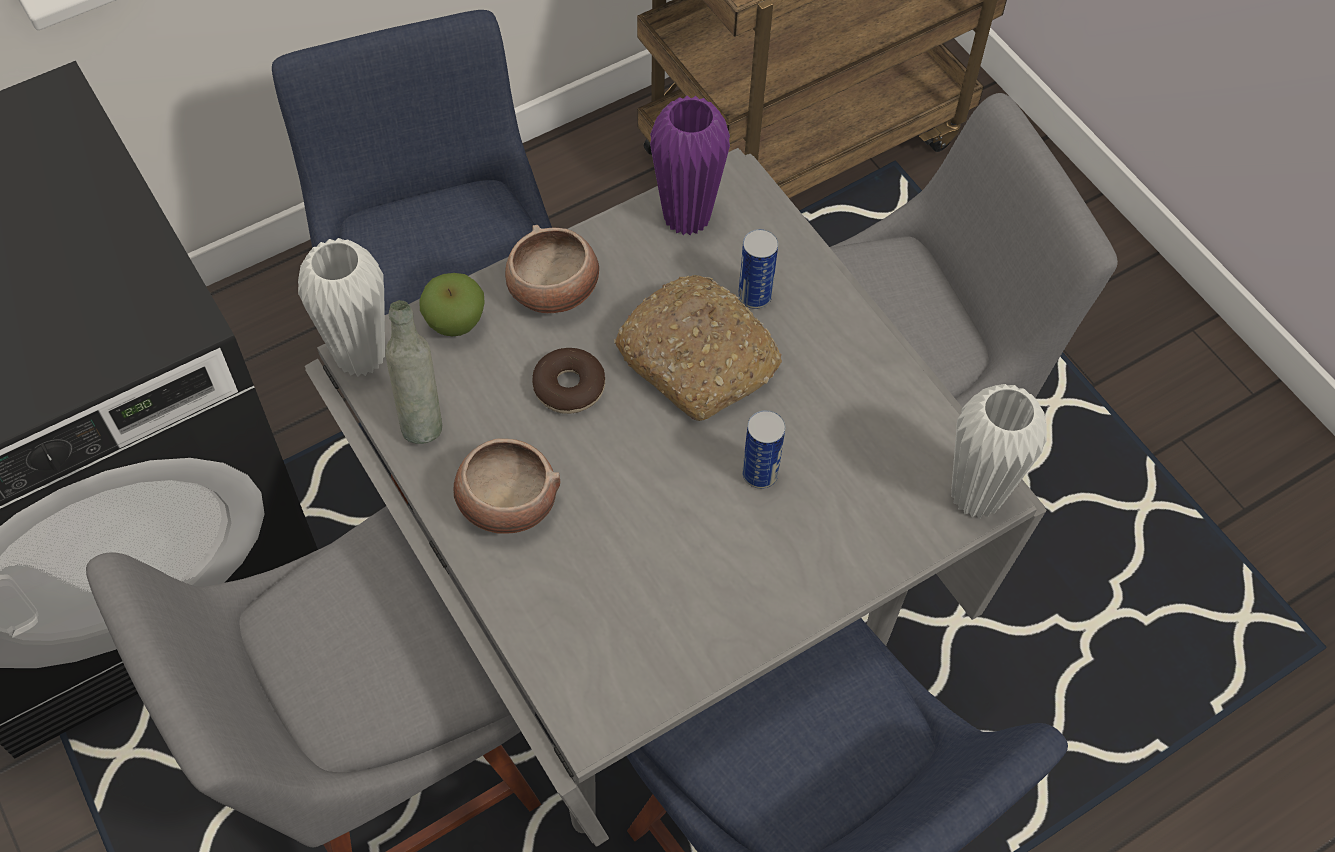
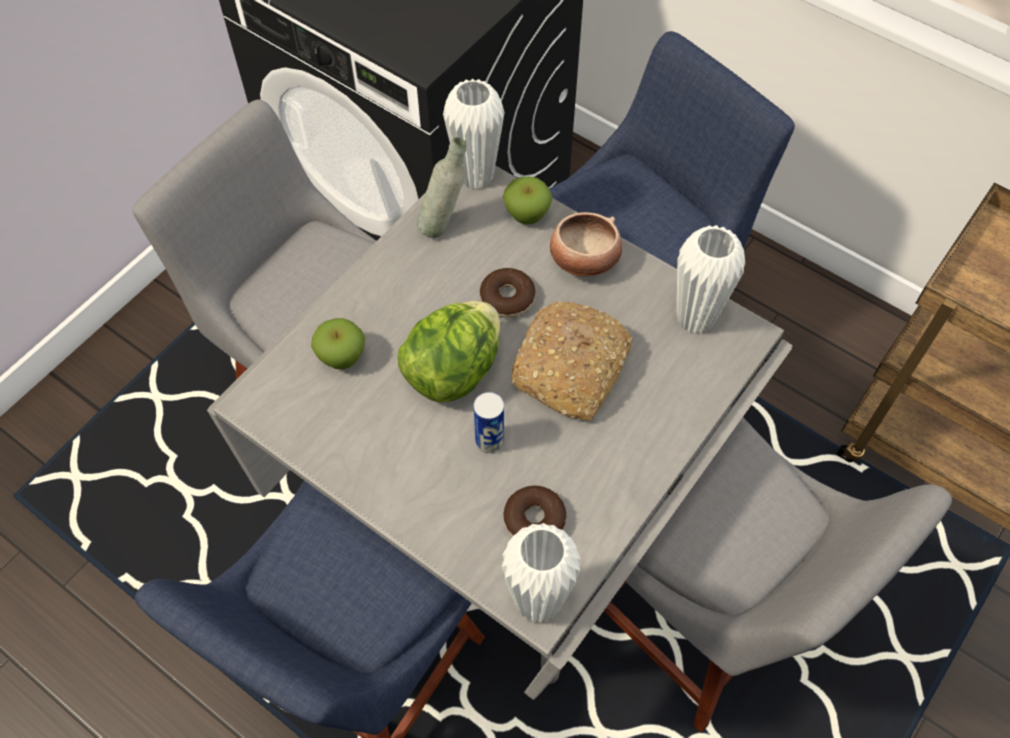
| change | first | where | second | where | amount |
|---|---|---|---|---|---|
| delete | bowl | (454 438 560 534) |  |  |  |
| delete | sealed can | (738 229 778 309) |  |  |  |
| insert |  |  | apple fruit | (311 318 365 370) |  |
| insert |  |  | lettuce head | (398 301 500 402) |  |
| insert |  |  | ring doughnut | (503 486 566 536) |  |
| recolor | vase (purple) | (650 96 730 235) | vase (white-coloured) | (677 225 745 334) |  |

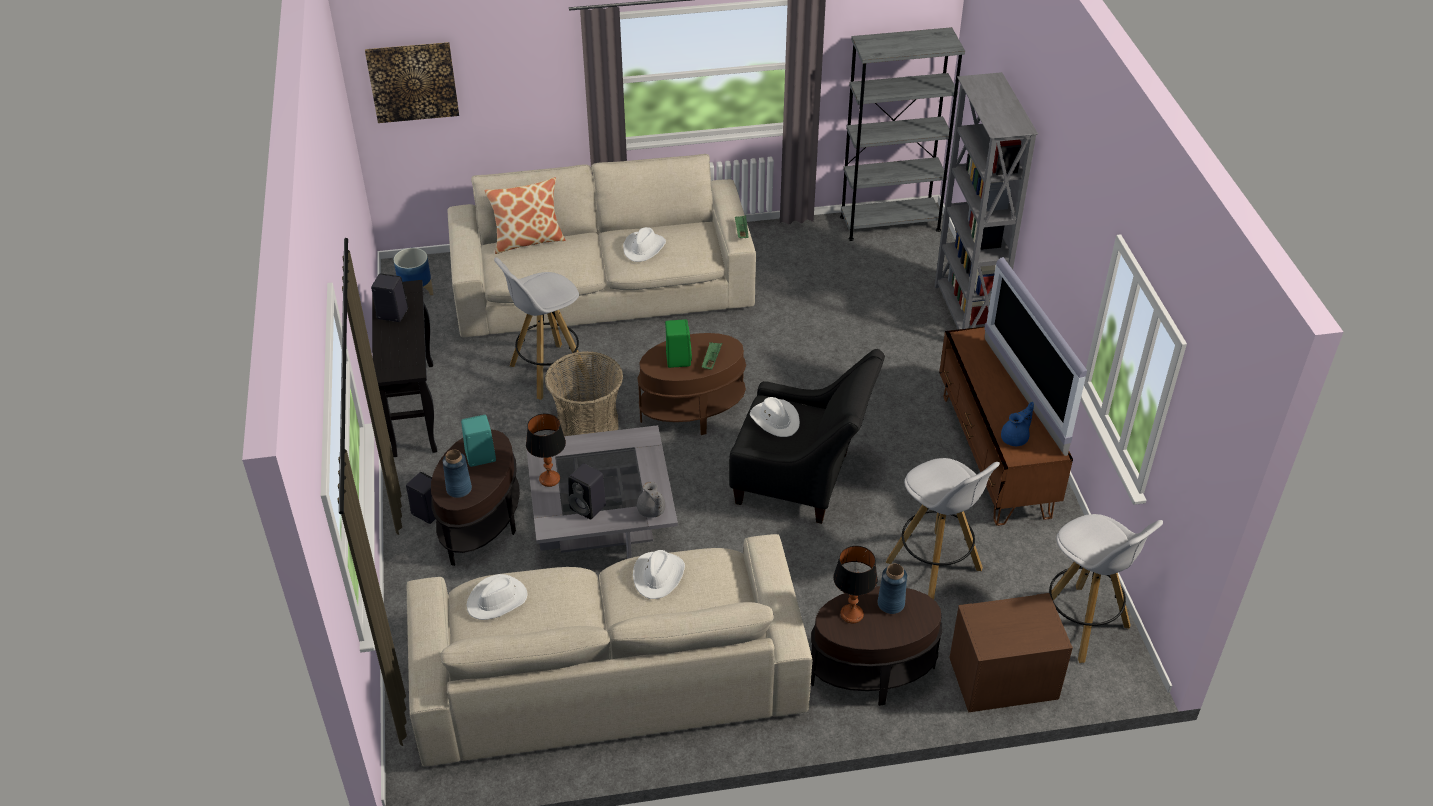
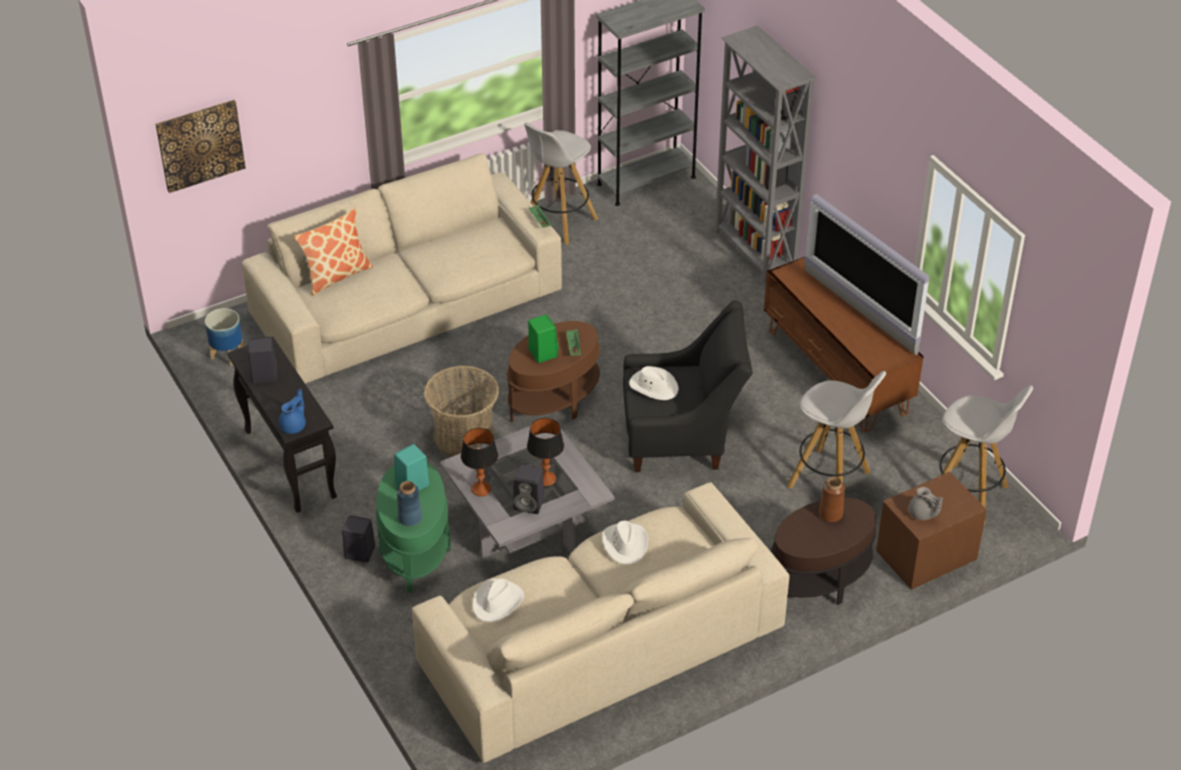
| change | first | where | second | where | amount |
|---|---|---|---|---|---|
| delete | hat (white-coloured) | (623 227 666 262) |  |  |  |
| move | stool (white-coloured) | (494 257 590 400) |  | (524 123 598 245) |  |
| move | teapot (gray) | (637 482 666 518) |  | (908 487 943 520) |  |
| move | lamp for a table | (833 546 878 623) |  | (527 418 564 486) |  |
| move | teapot (blue-coloured) | (1001 402 1034 446) |  | (279 389 306 434) |  |
| recolor | accent table (brown-coloured) | (431 430 520 566) | accent table (green-coloured) | (376 462 451 593) |  |
| recolor | vase (blue-coloured) | (878 564 907 614) | vase (brown-coloured) | (819 477 845 522) |  |

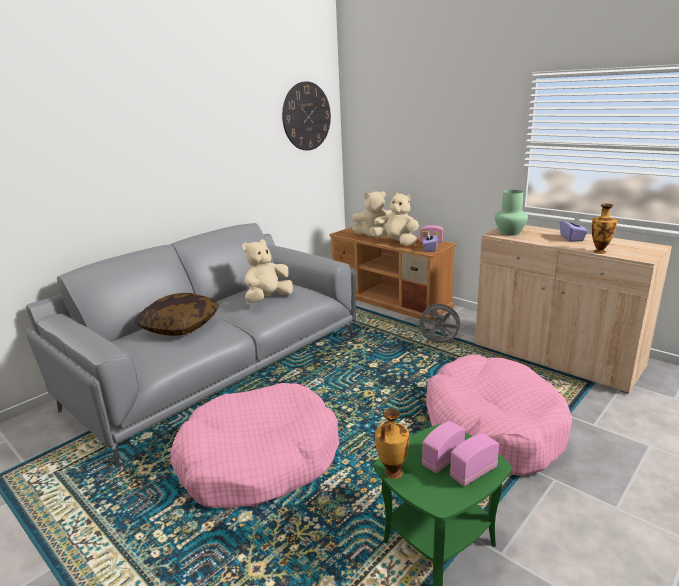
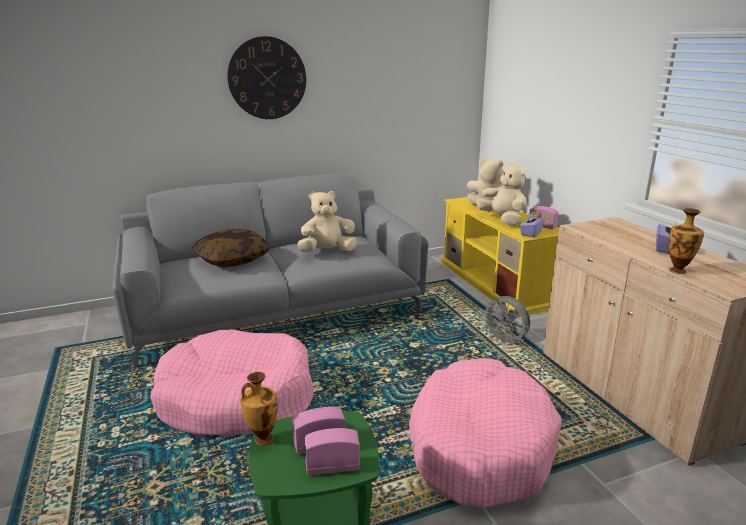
| change | first | where | second | where | amount |
|---|---|---|---|---|---|
| delete | vase (green-coloured) | (495 190 528 236) |  |  |  |
| move | hanging clock | (282 81 331 151) |  | (227 36 306 119) |  |
| recolor | media console (brown-coloured) | (329 227 457 320) | media console (yellow) | (441 197 559 317) |  |

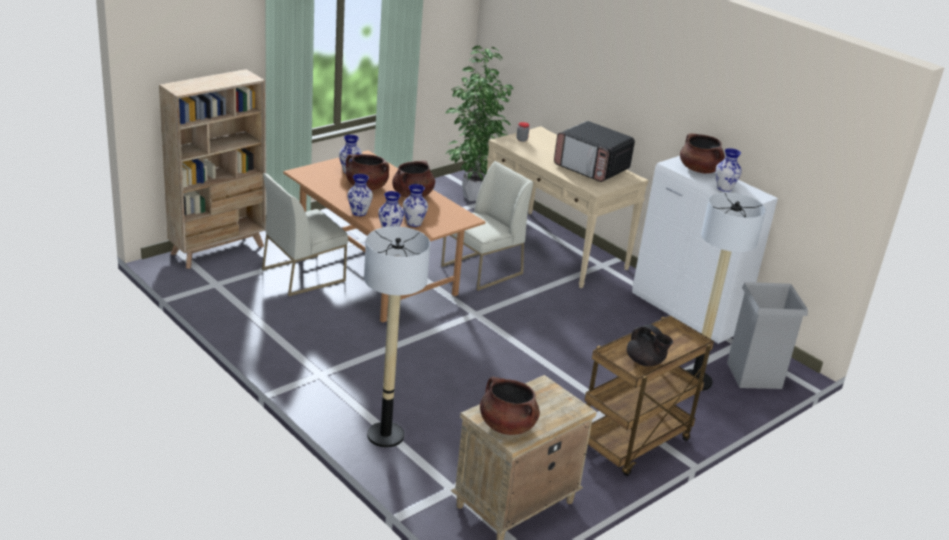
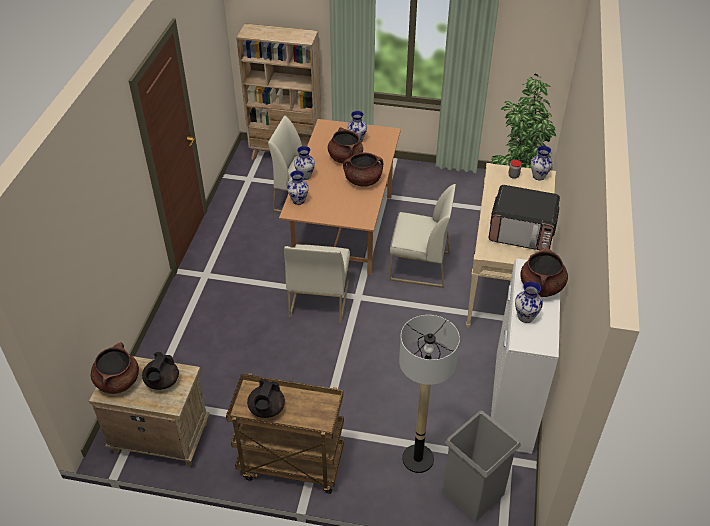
| change | first | where | second | where | amount |
|---|---|---|---|---|---|
| delete | standard lamp | (364 226 430 448) |  |  |  |
| insert |  |  | teapot (blackish) | (142 352 179 390) |  |
| insert |  |  | upright chair (white-coloured) | (284 244 350 324) |  |
| move | vase | (403 184 428 227) |  | (531 146 553 180) |  |
| rotate | kitchen microwave | (554 121 635 182) |  | (489 185 560 250) | 75 degrees counterclockwise |

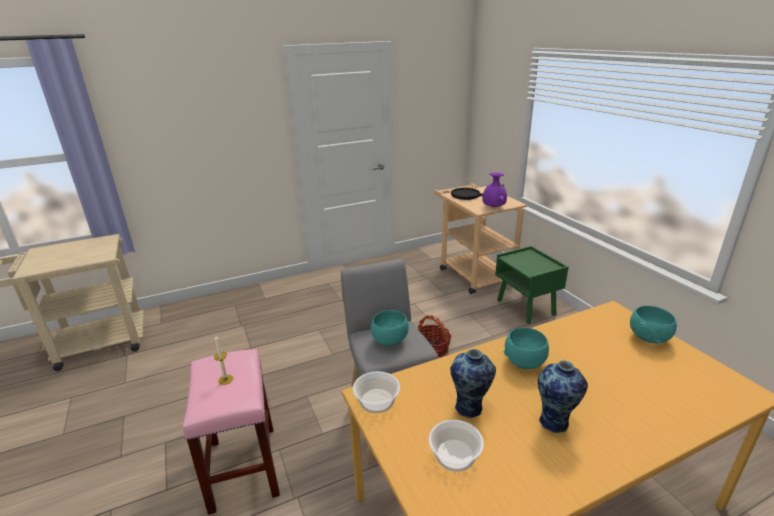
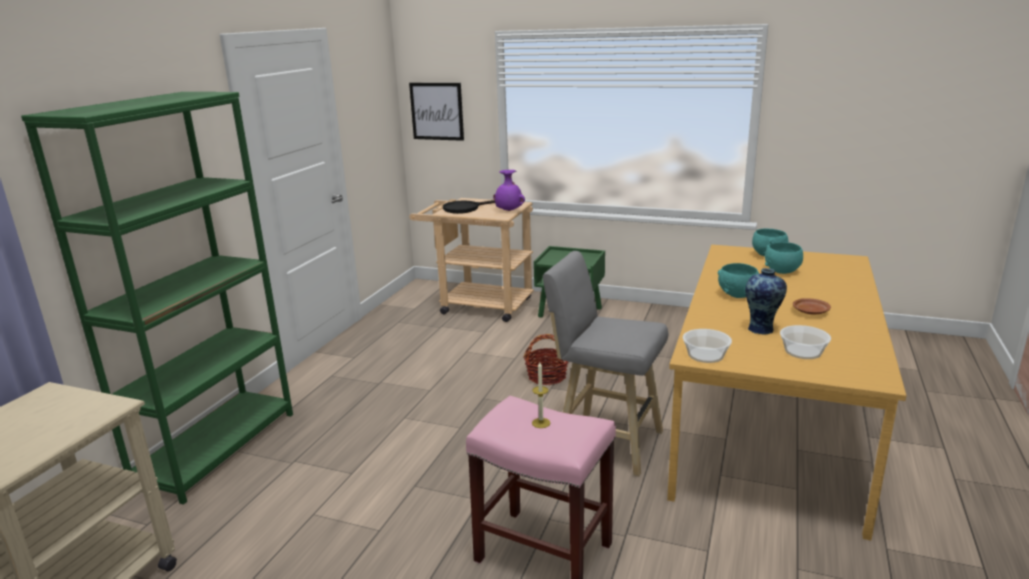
| change | first | where | second | where | amount |
|---|---|---|---|---|---|
| insert |  |  | shelving unit (green-coloured) | (21 92 293 505) |  |
| insert |  |  | wall art | (409 83 464 141) |  |
| move | bowl (turquoise-coloured) | (371 310 409 346) |  | (765 242 803 274) |  |
| replace | vase | (538 361 588 433) | plate (brown-coloured) | (793 298 831 315) |  |

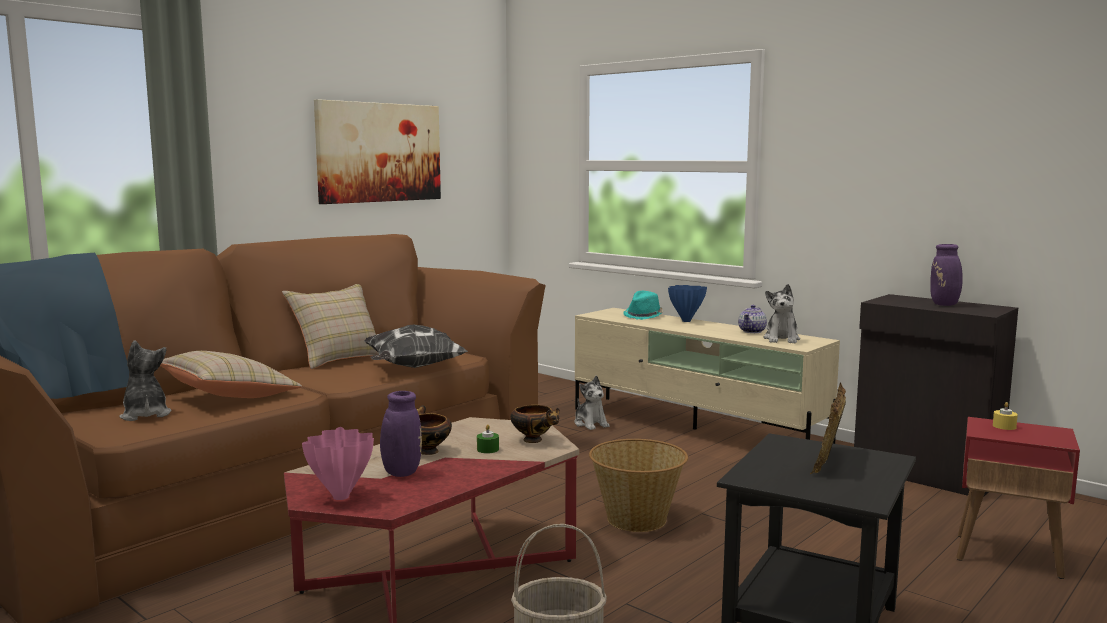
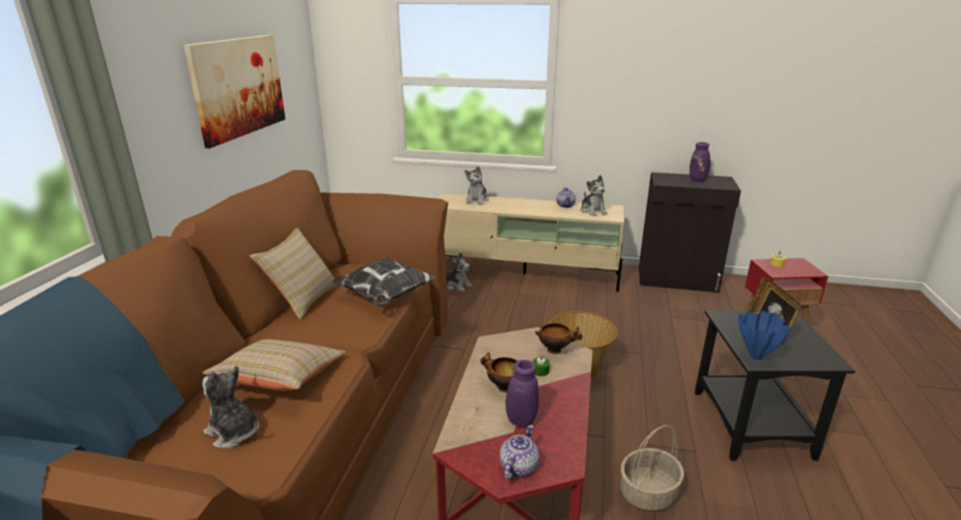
| change | first | where | second | where | amount |
|---|---|---|---|---|---|
| move | vase (blue-coloured) | (668 285 707 322) |  | (738 311 792 360) |  |
| replace | vase (pink-coloured) | (302 427 374 500) | teapot | (500 425 539 480) |  |
| replace | hat (turquoise-coloured) | (623 291 663 320) | cuddly toy | (465 166 489 205) |  |

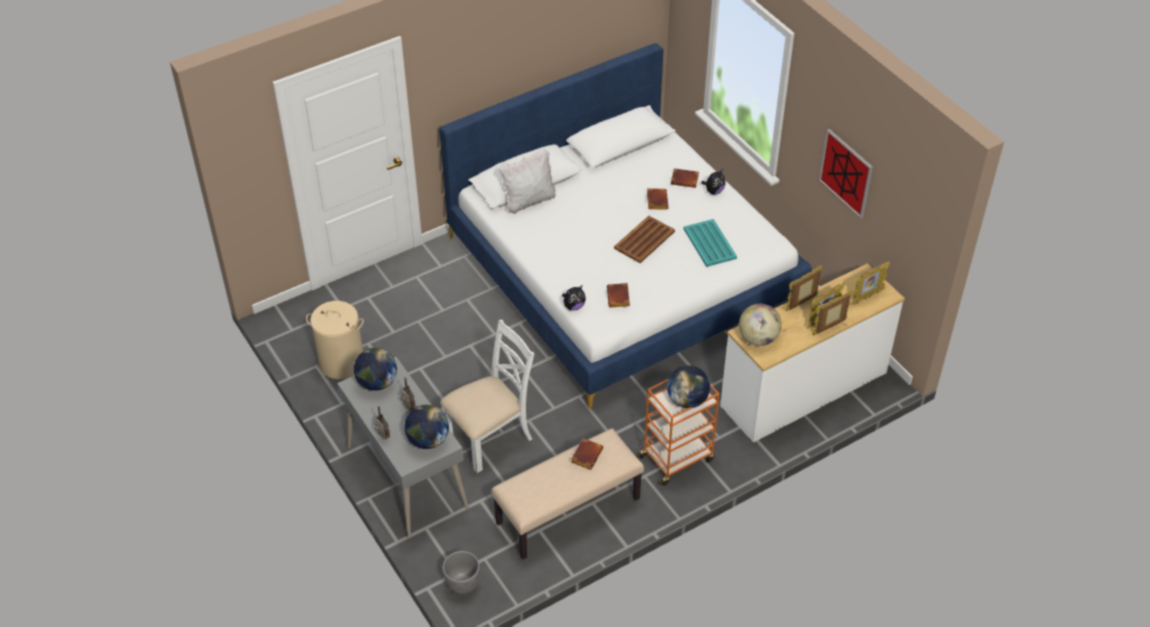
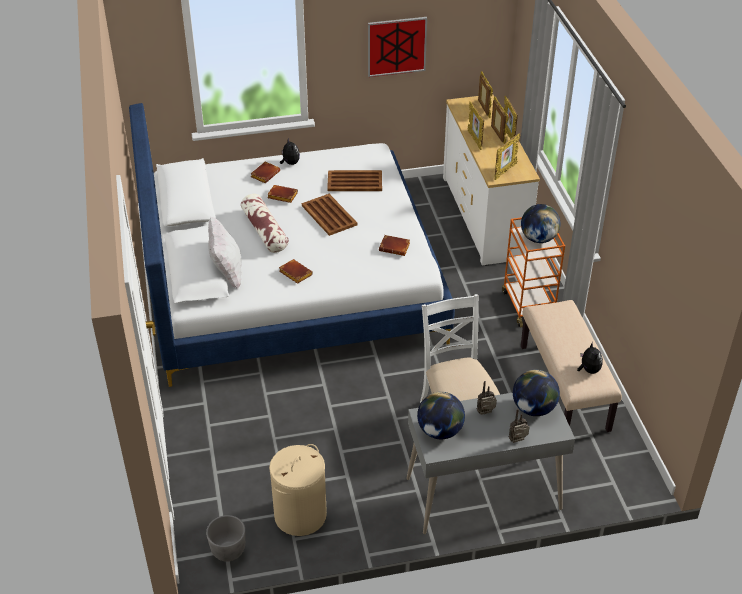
| change | first | where | second | where | amount |
|---|---|---|---|---|---|
| insert |  |  | pillow | (241 194 289 253) |  |
| move | flower pot (gray) | (443 551 480 594) |  | (206 515 245 561) |  |
| move | cuddly toy | (562 285 586 311) |  | (577 342 603 374) |  |
| move | volume (brown-coloured) | (571 438 603 470) |  | (279 259 313 284) |  |
| replace | desk globe | (739 304 782 346) | standing frame | (494 134 520 180) |  |
| recolor | tray (turquoise-coloured) | (684 219 737 267) | tray (brown-coloured) | (327 170 382 191) |  |

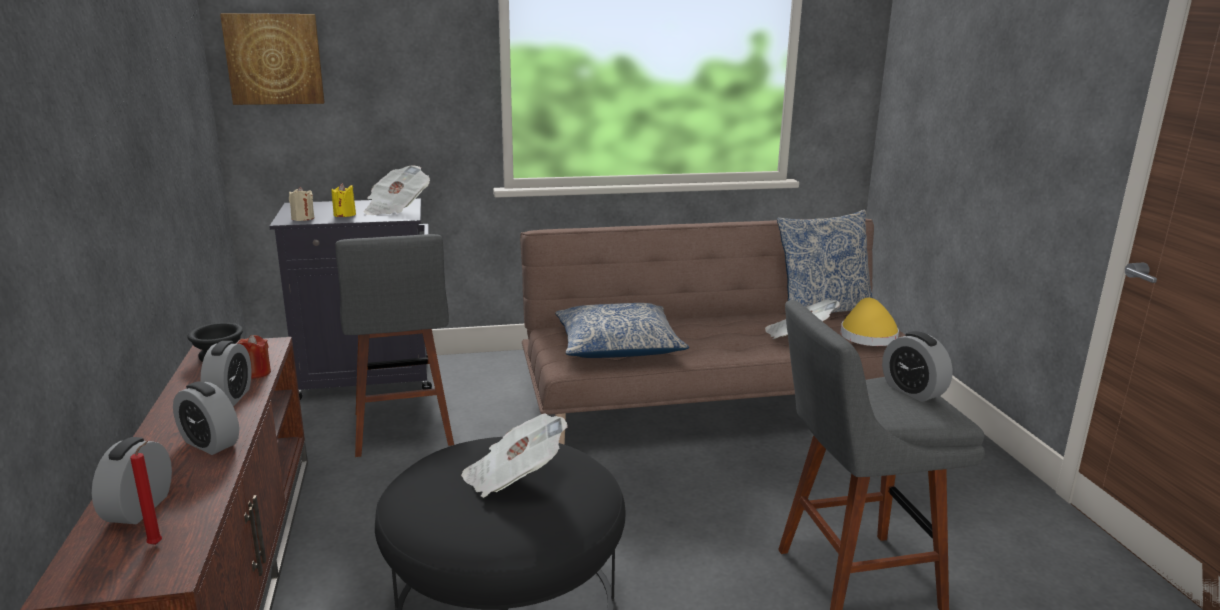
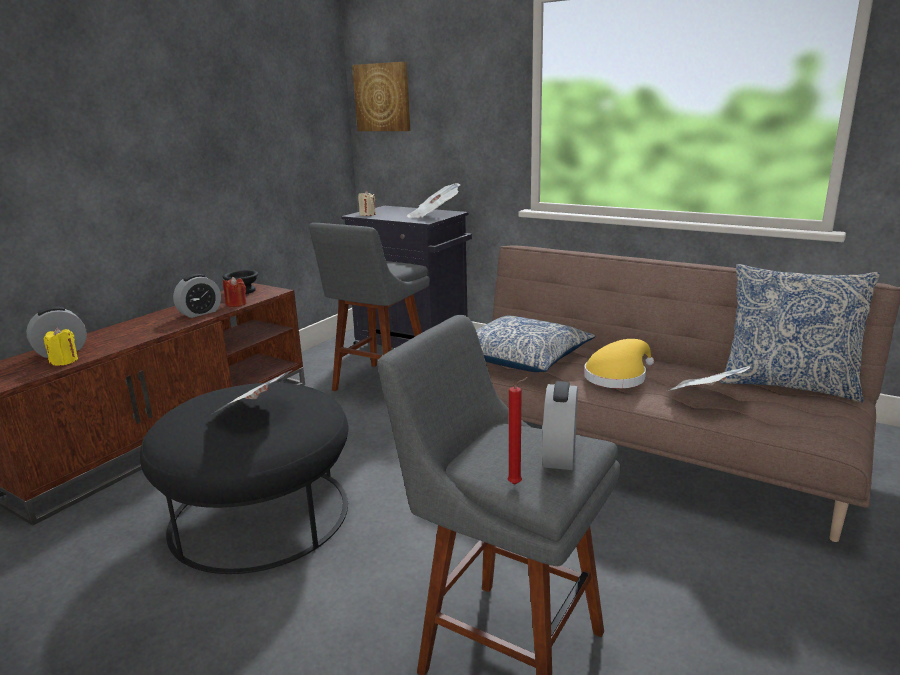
| change | first | where | second | where | amount |
|---|---|---|---|---|---|
| delete | table clock | (173 381 239 455) |  |  |  |
| move | wax light (red) | (130 441 162 545) |  | (508 377 528 484) |  |
| move | wax light (yellow) | (331 183 356 217) |  | (44 327 78 366) |  |
| move | hat (yellow) | (840 298 899 346) |  | (584 339 654 388) |  |

